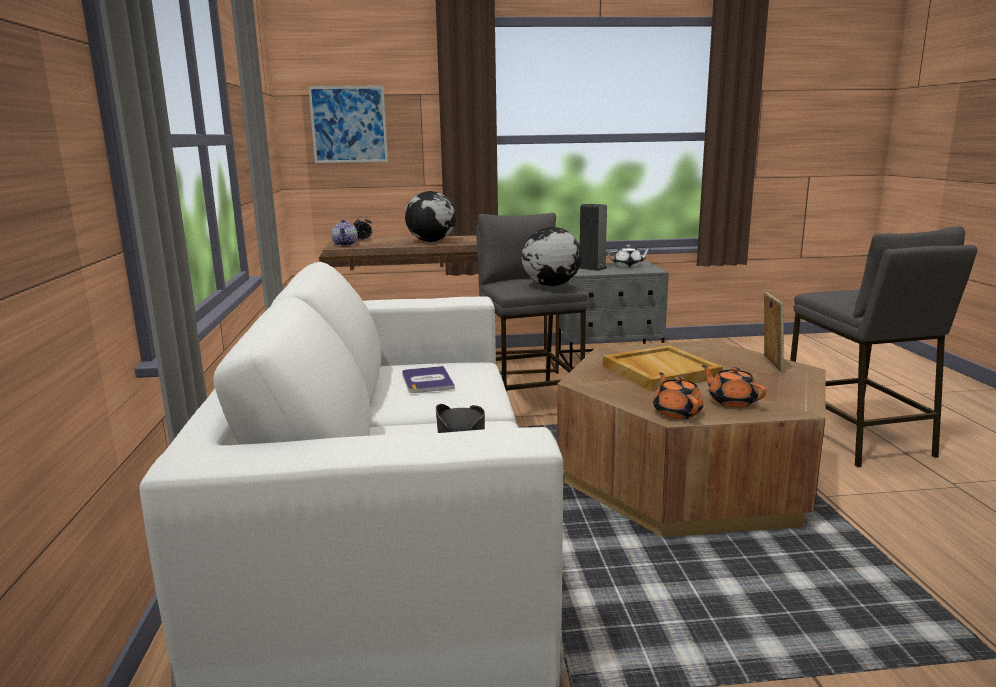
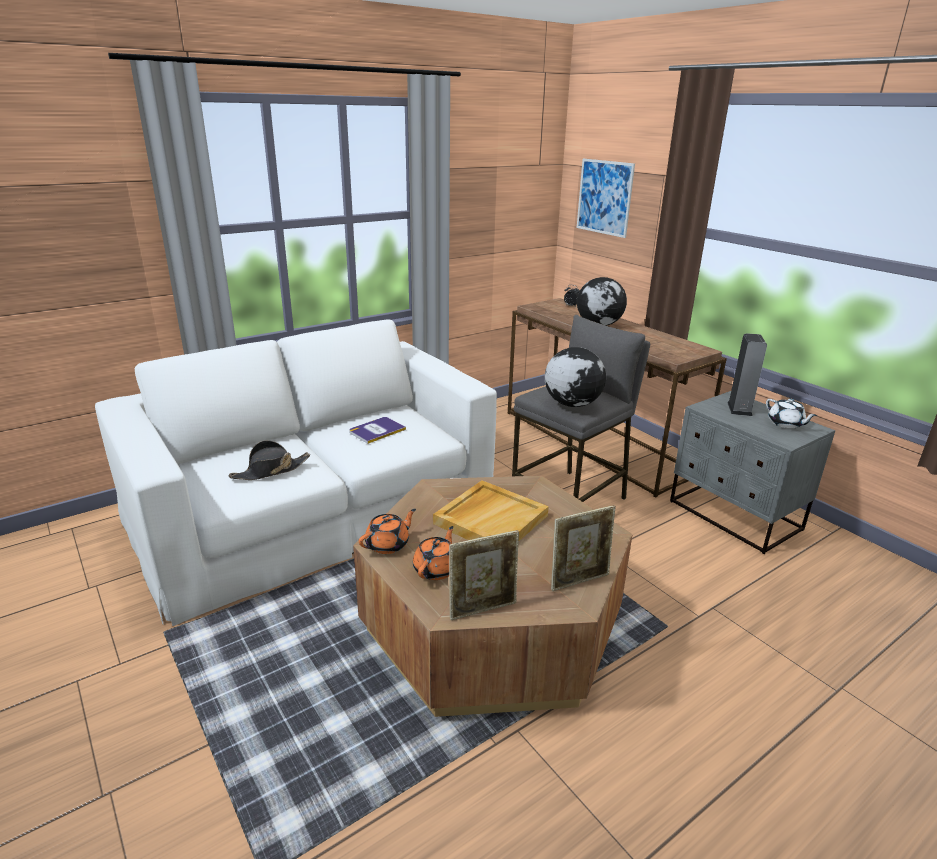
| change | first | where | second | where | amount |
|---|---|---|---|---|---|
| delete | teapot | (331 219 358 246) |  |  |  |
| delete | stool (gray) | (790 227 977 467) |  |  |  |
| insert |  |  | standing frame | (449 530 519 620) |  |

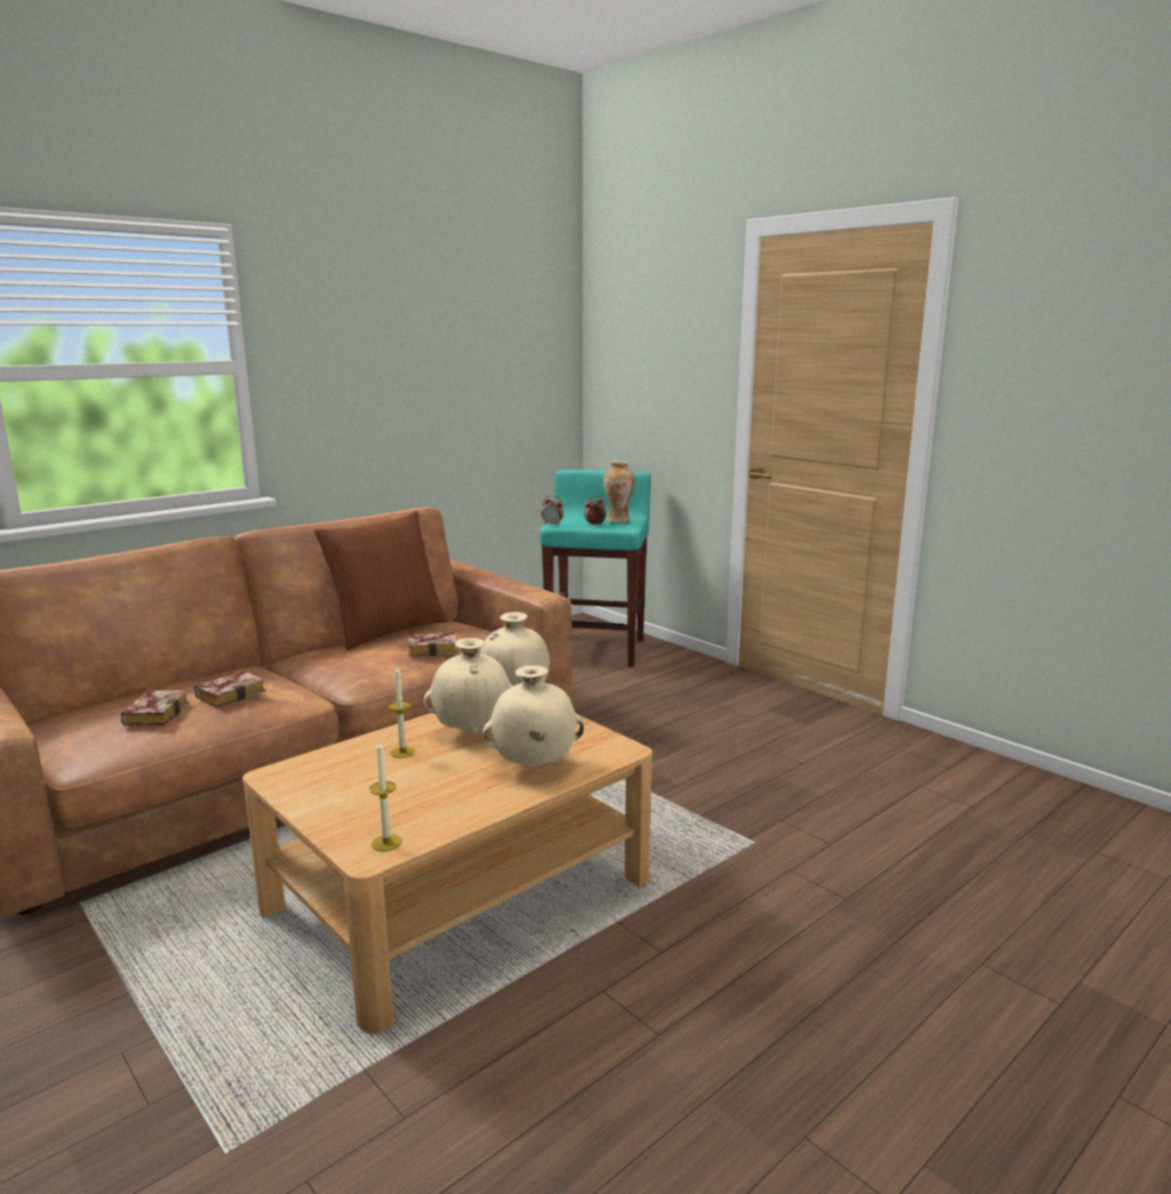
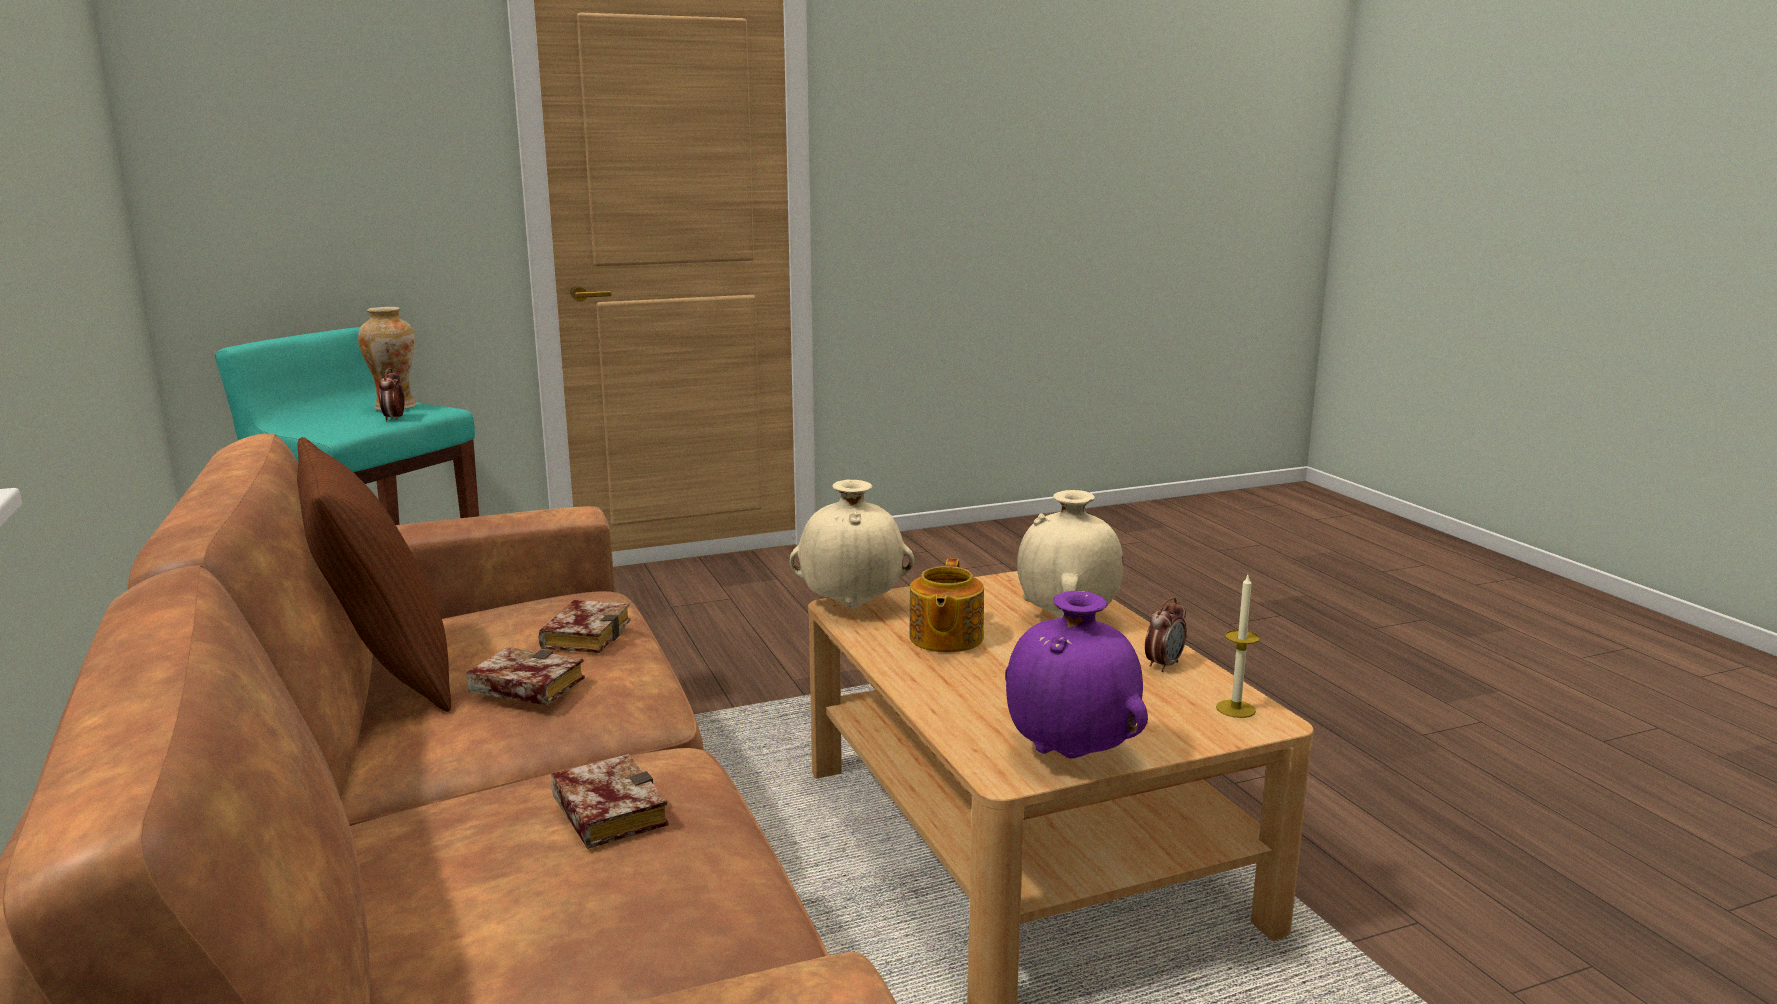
| change | first | where | second | where | amount |
|---|---|---|---|---|---|
| delete | wax light | (389 666 416 758) |  |  |  |
| insert |  |  | vase (purple) | (1005 591 1148 759) |  |
| move | volume | (121 690 189 725) |  | (466 647 585 706) |  |
| move | table clock | (541 495 564 526) |  | (1145 597 1187 672) |  |
| replace | vase (beige) | (424 638 513 734) | teapot | (909 558 984 652) |  |

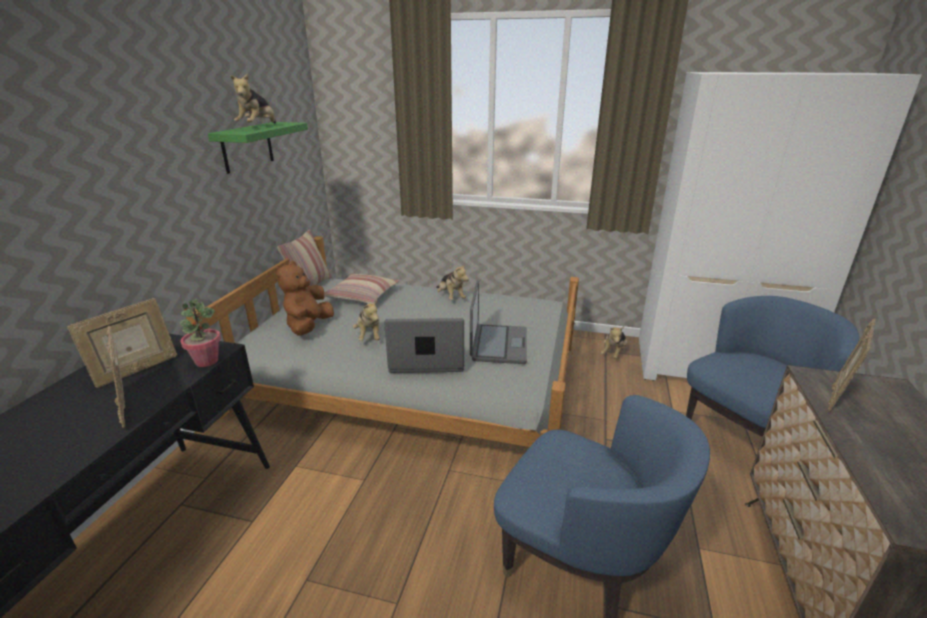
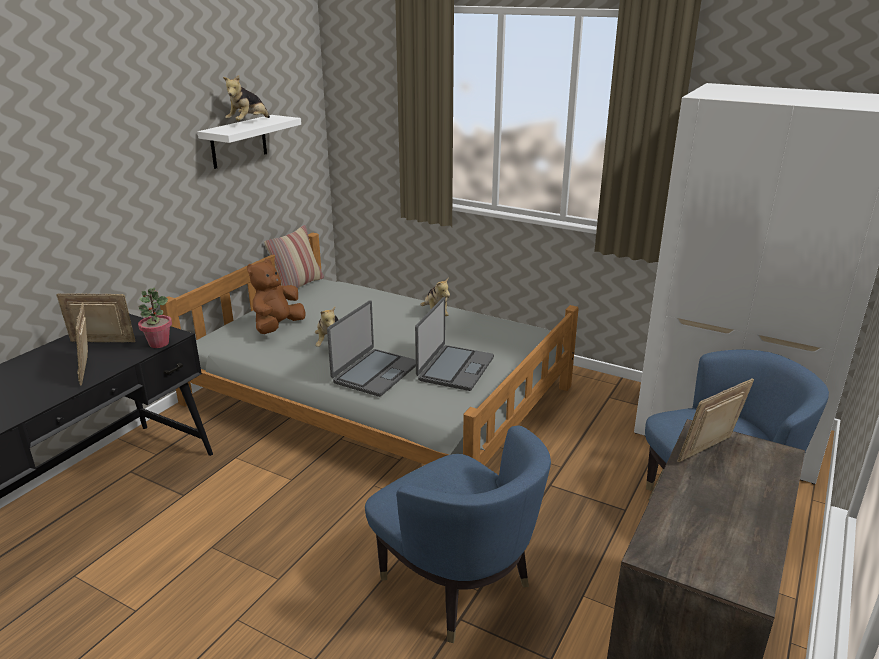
| change | first | where | second | where | amount |
|---|---|---|---|---|---|
| delete | pillow | (324 273 400 304) |  |  |  |
| delete | cuddly toy | (601 326 628 359) |  |  |  |
| recolor | bracket shelf (green-coloured) | (208 122 308 174) | bracket shelf (white-coloured) | (198 115 301 169) |  |
| rotate | standing frame | (67 298 177 388) |  | (56 293 135 342) | 150 degrees counterclockwise |
| rotate | portable computer | (384 318 464 373) |  | (327 300 416 397) | 105 degrees clockwise |

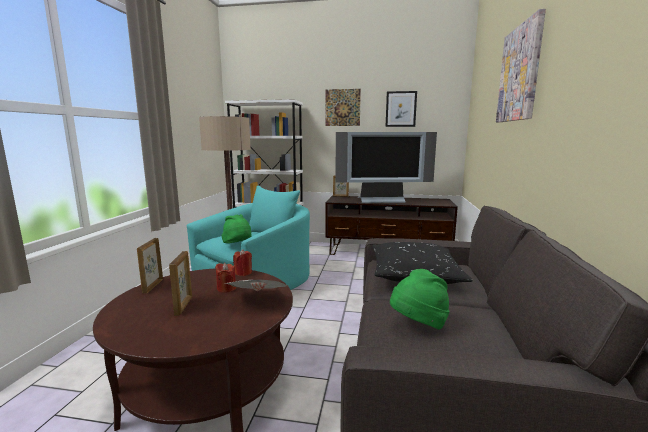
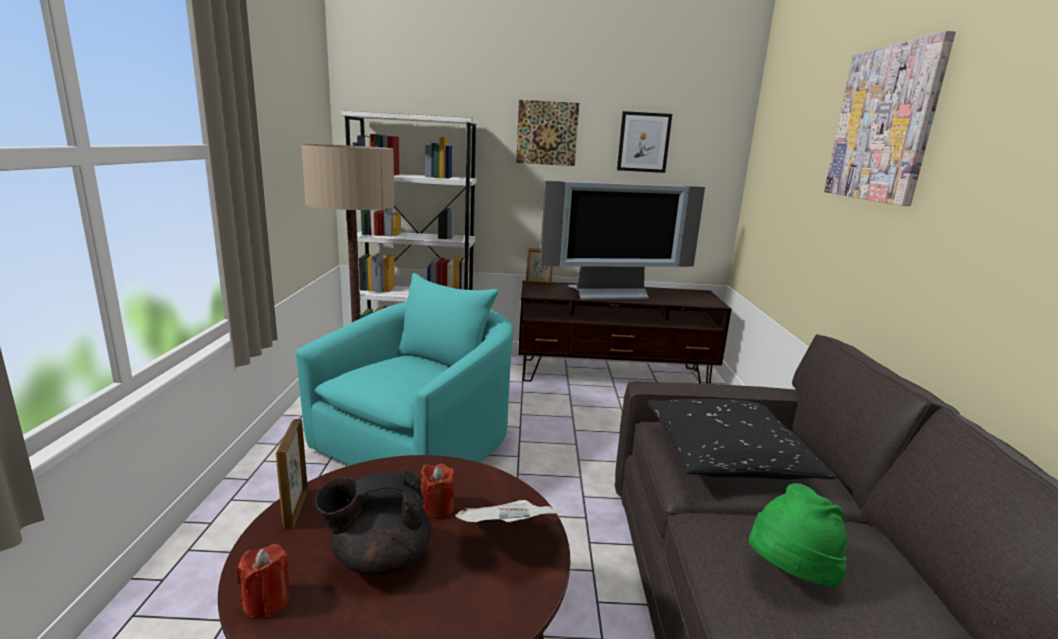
| change | first | where | second | where | amount |
|---|---|---|---|---|---|
| delete | hat (green-coloured) | (222 214 252 243) |  |  |  |
| move | wax light (red) | (233 249 252 276) |  | (237 544 290 618) |  |
| replace | standing frame | (169 251 192 316) | teapot (blackish) | (315 470 431 575) |  |

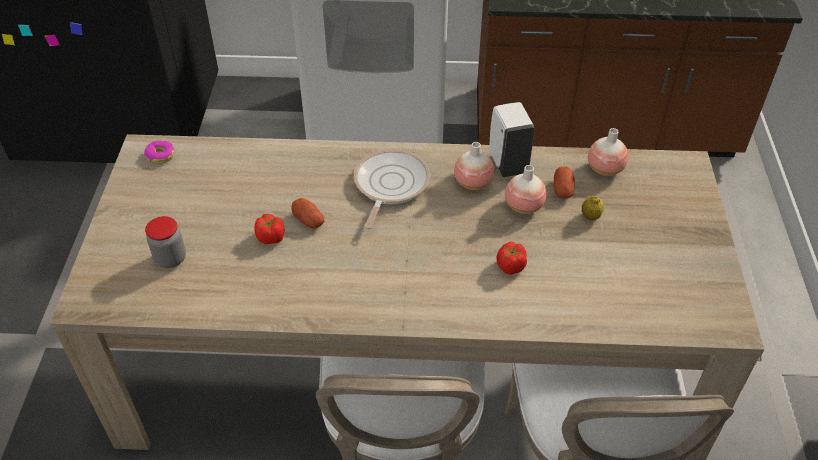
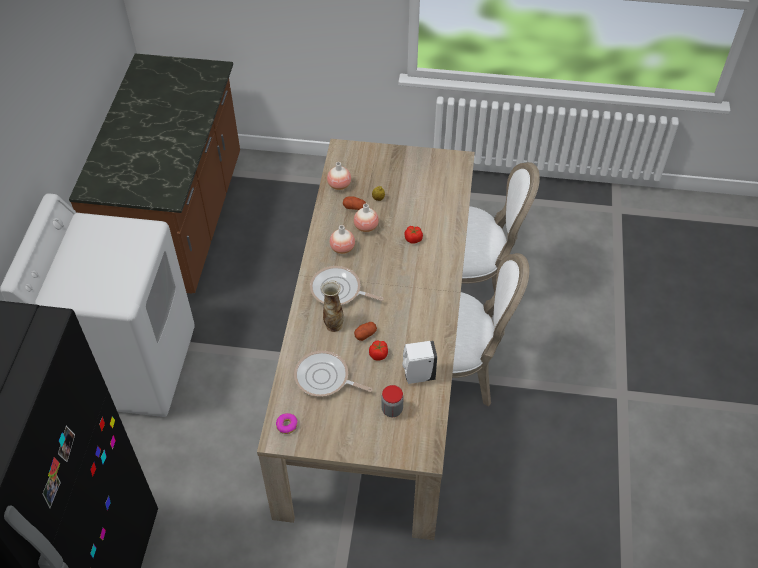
| change | first | where | second | where | amount |
|---|---|---|---|---|---|
| insert |  |  | skillet | (294 351 373 397) |  |
| insert |  |  | vase | (321 280 344 332) |  |
| move | soap bottle (white-coloured) | (489 102 535 177) |  | (402 341 437 384) |  |

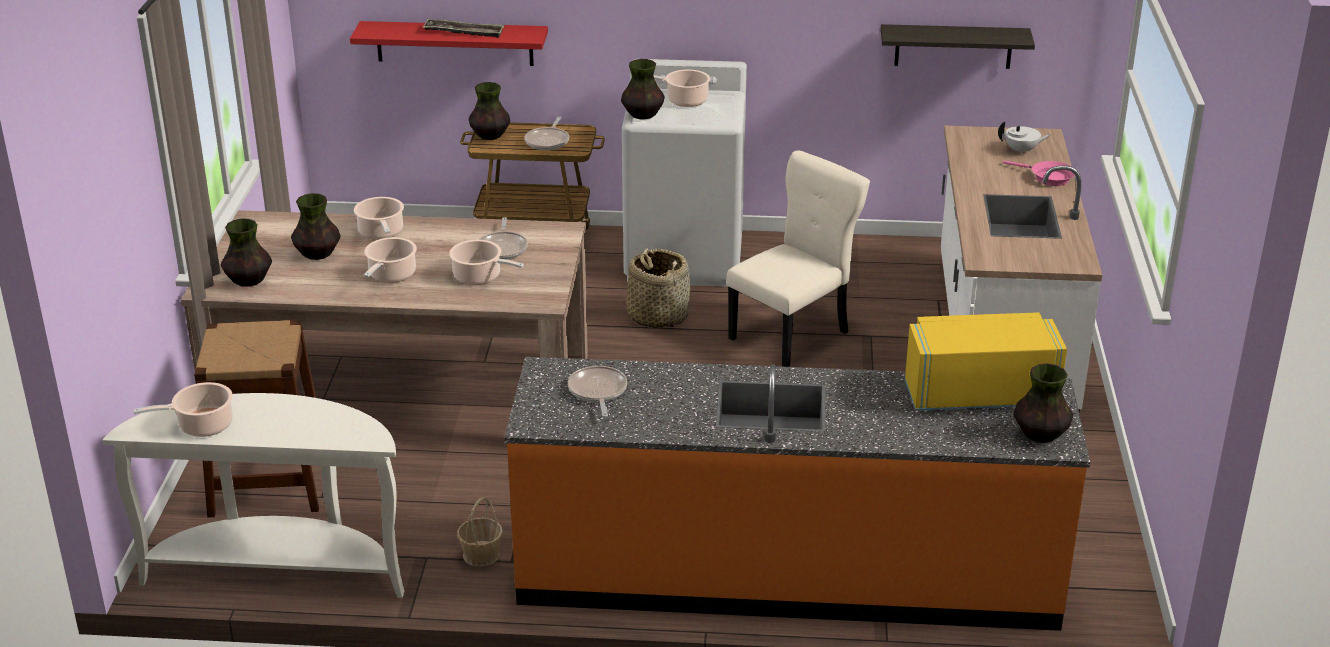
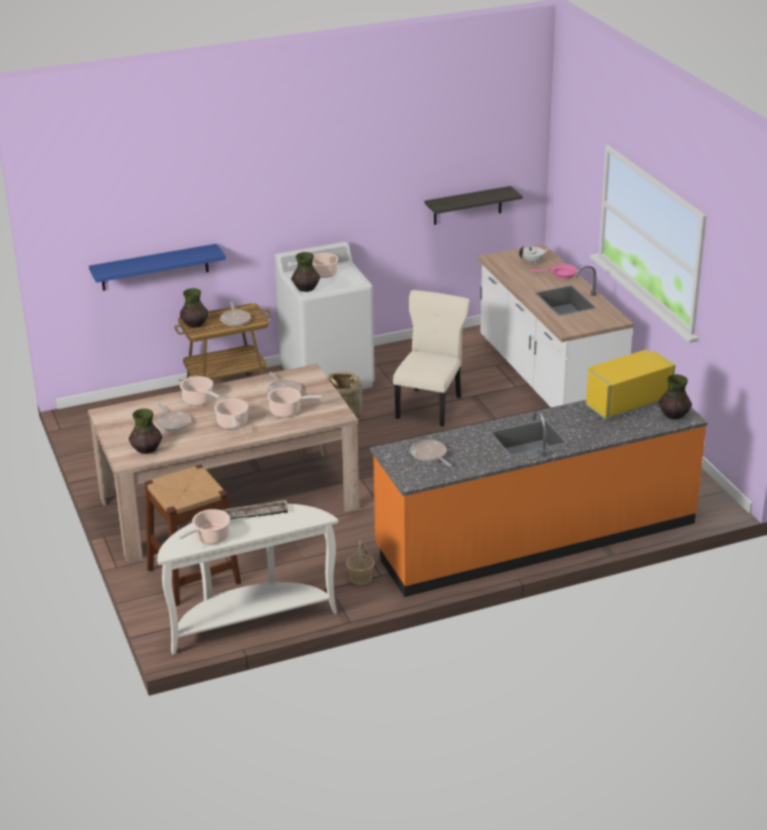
| change | first | where | second | where | amount |
|---|---|---|---|---|---|
| move | tray | (423 19 504 38) |  | (222 500 289 519) |  |
| replace | vase | (291 193 341 260) | skillet | (156 403 191 432) |  |
| recolor | bracket shelf (red) | (350 21 548 66) | bracket shelf (blue-coloured) | (89 244 226 291) |  |

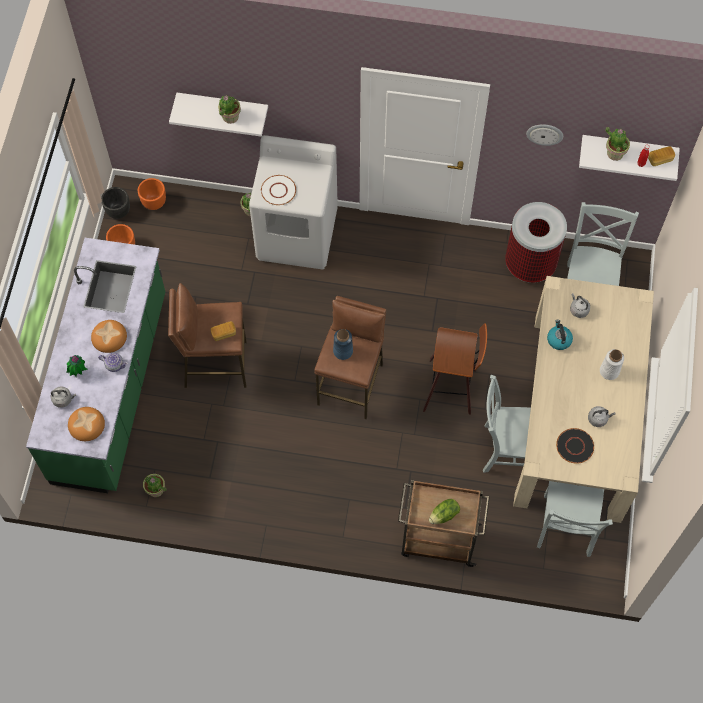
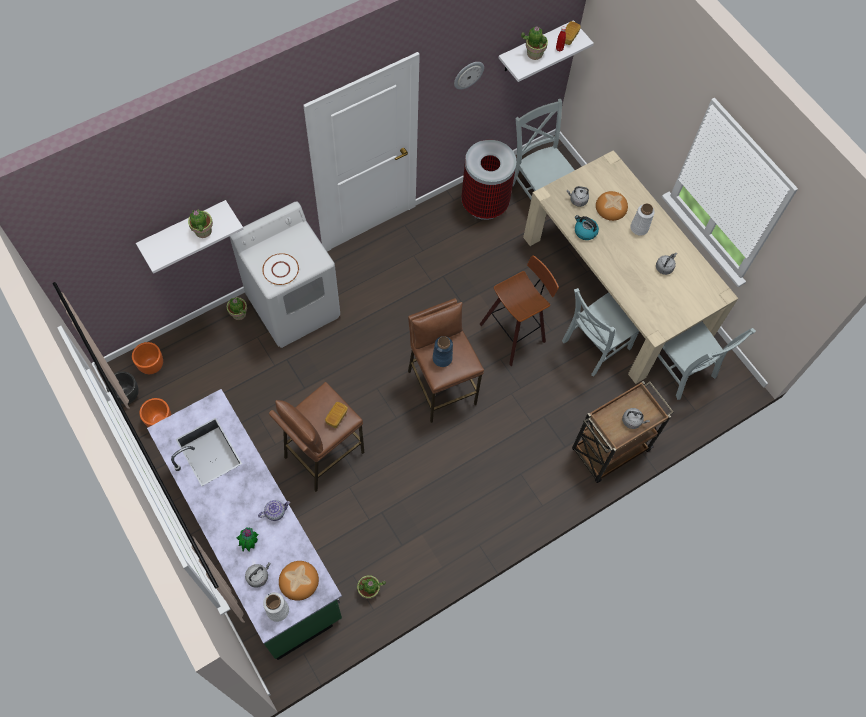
| change | first | where | second | where | amount |
|---|---|---|---|---|---|
| delete | plate (blackish) | (556 428 594 464) |  |  |  |
| insert |  |  | vase (white-coloured) | (263 592 289 622) |  |
| move | bakery bread | (91 320 127 353) |  | (596 191 628 221) |  |
| replace | lettuce head | (429 499 460 524) | kettle (gray) | (622 408 650 429) |  |

